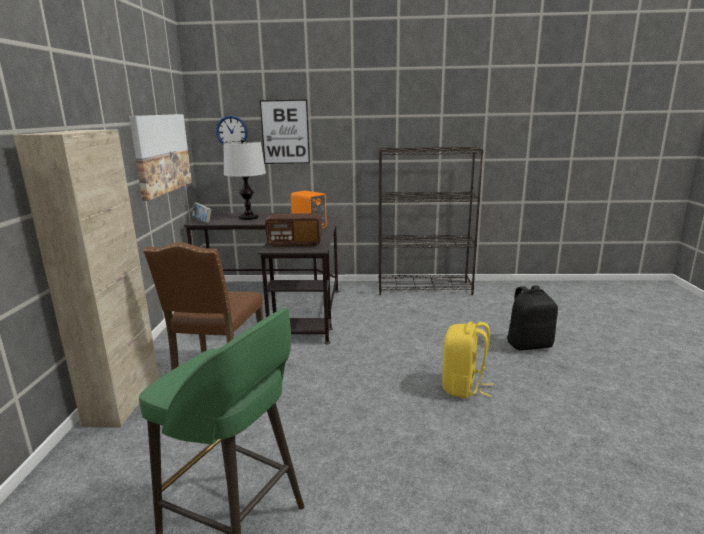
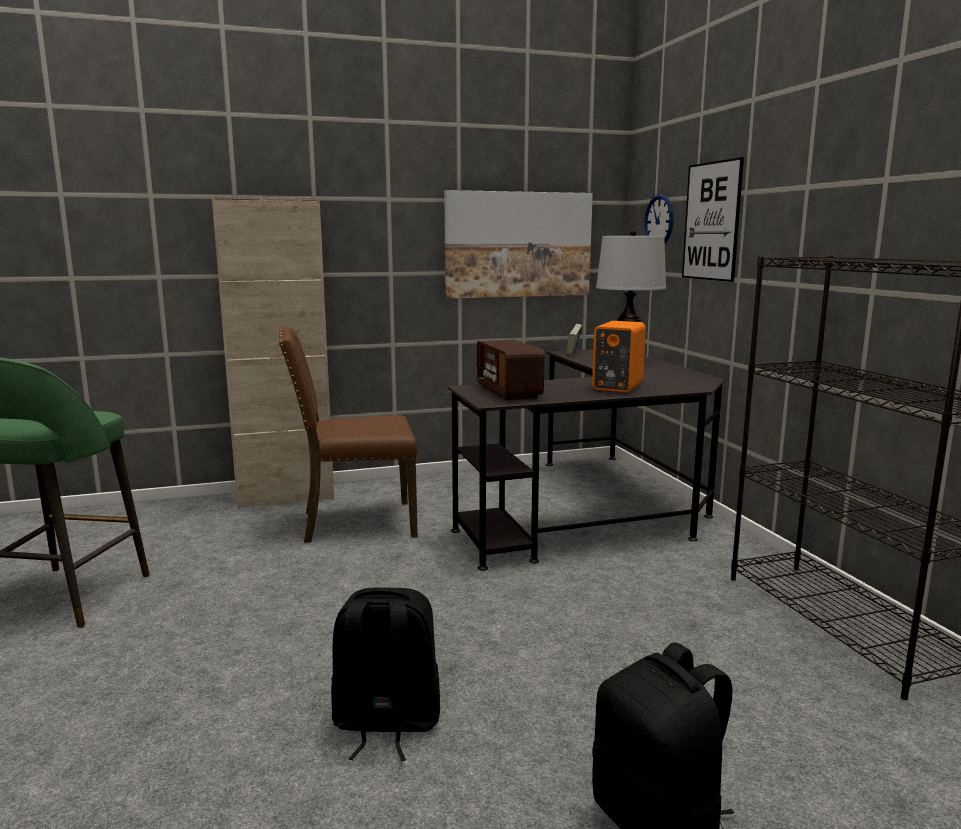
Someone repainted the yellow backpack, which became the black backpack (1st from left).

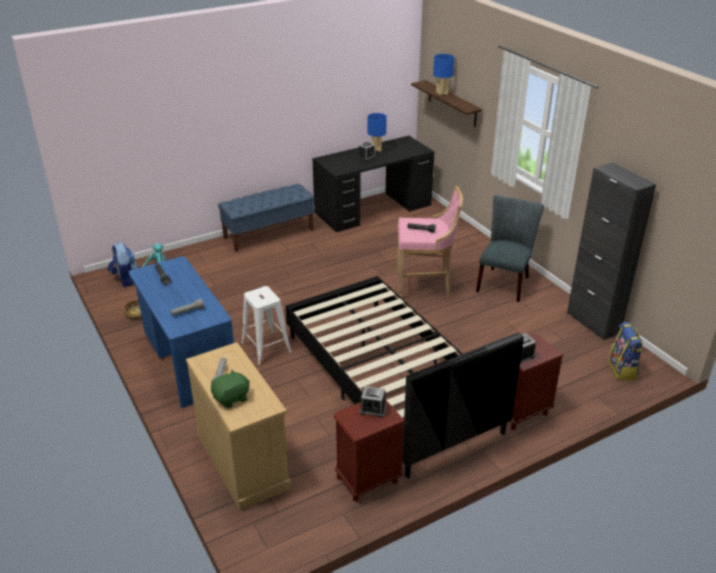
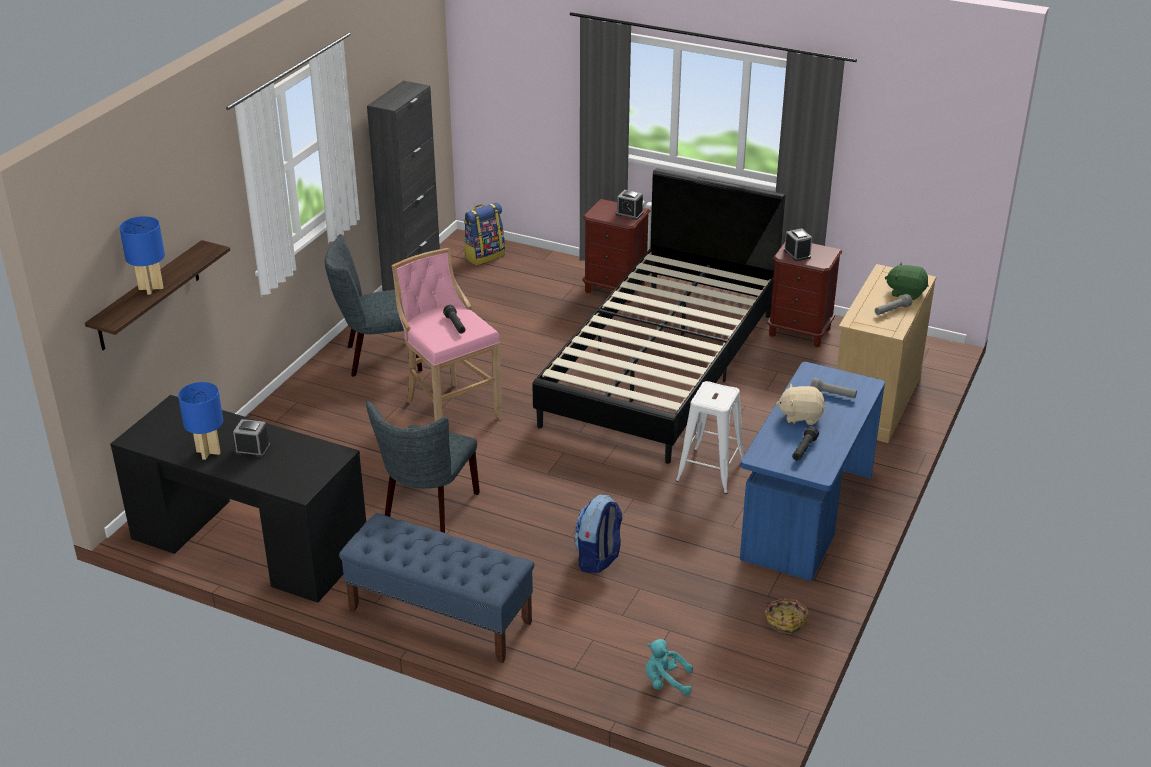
Someone put down the grey chair (2nd from left). Someone carried the backpack (1st from left in the first image). Someone put down the beige plush toy.

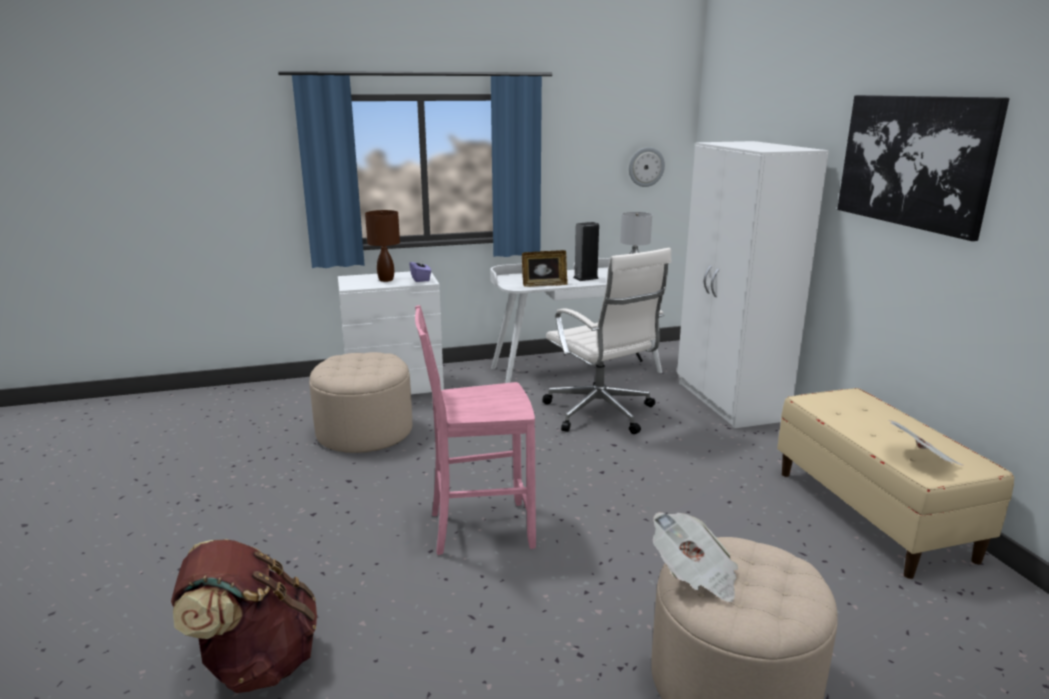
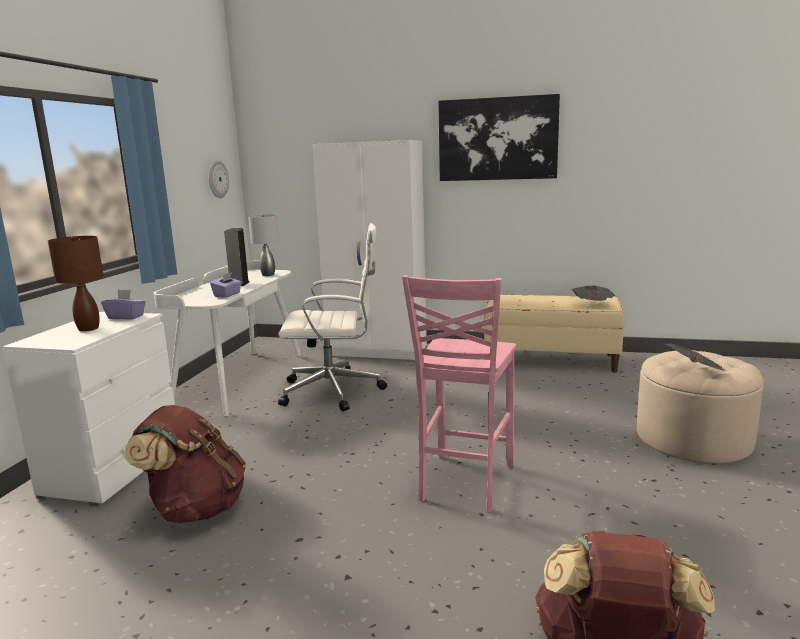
Someone swapped the beige ottoman (1st from left) for the brown backpack (1st from left). Someone swapped the picture frame for the purple tissue box (2nd from left).

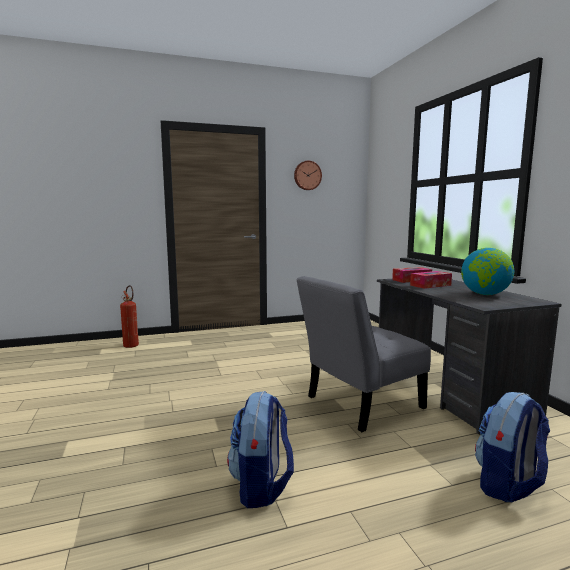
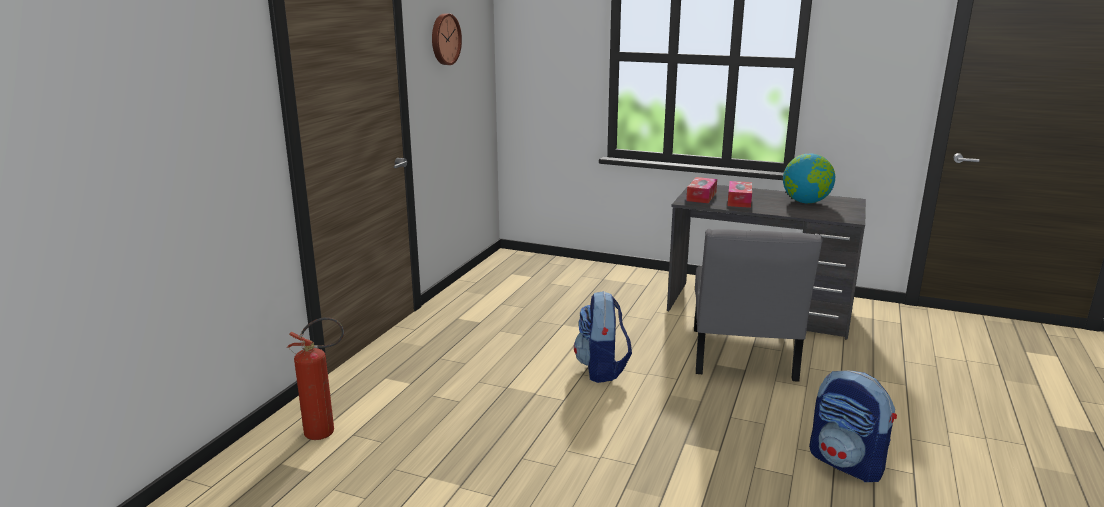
Someone carried the backpack (2nd from left in the first image).

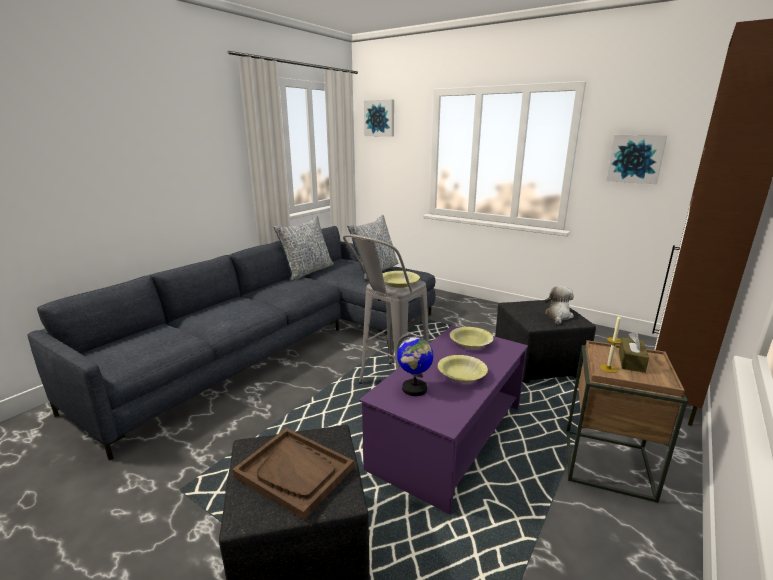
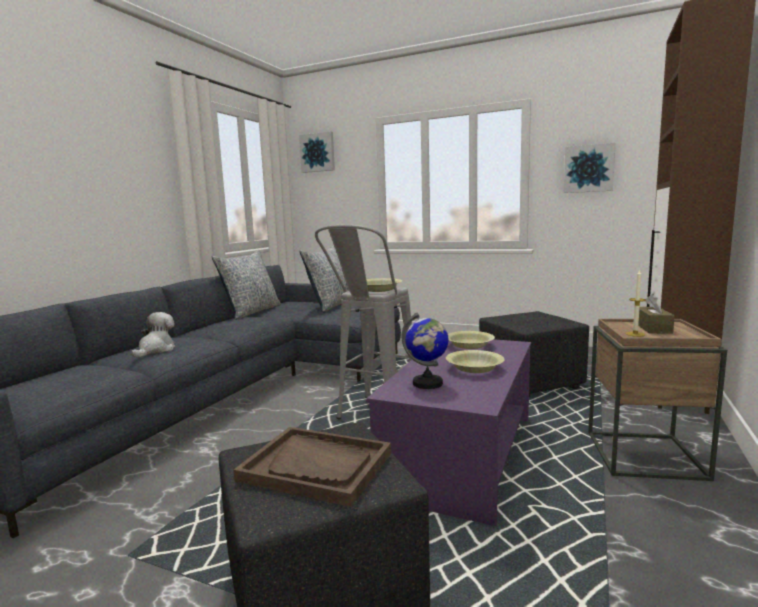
Someone carried the plush toy.

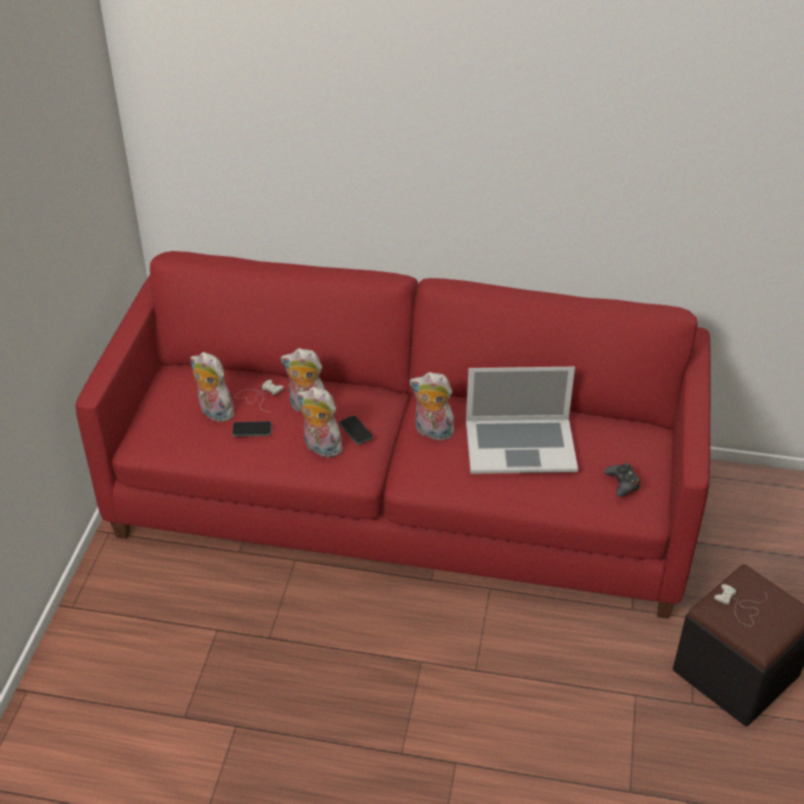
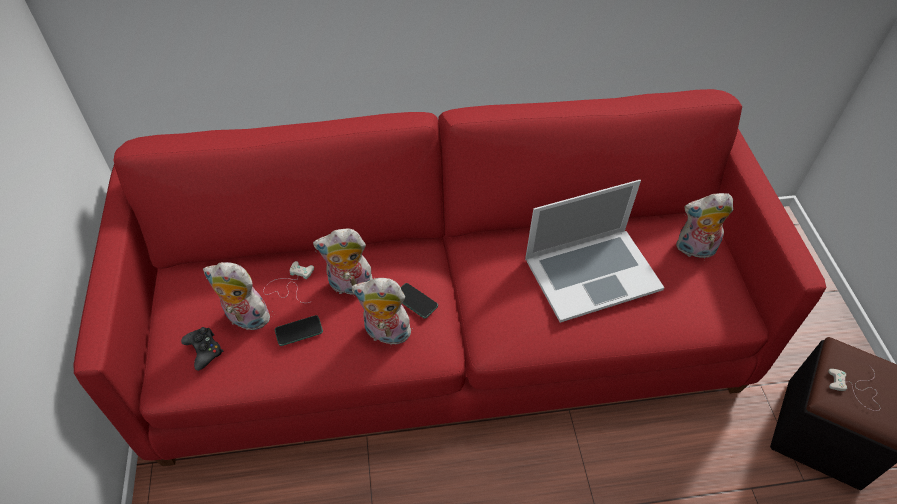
Someone carried the black game controller. Someone carried the plush toy (4th from left).

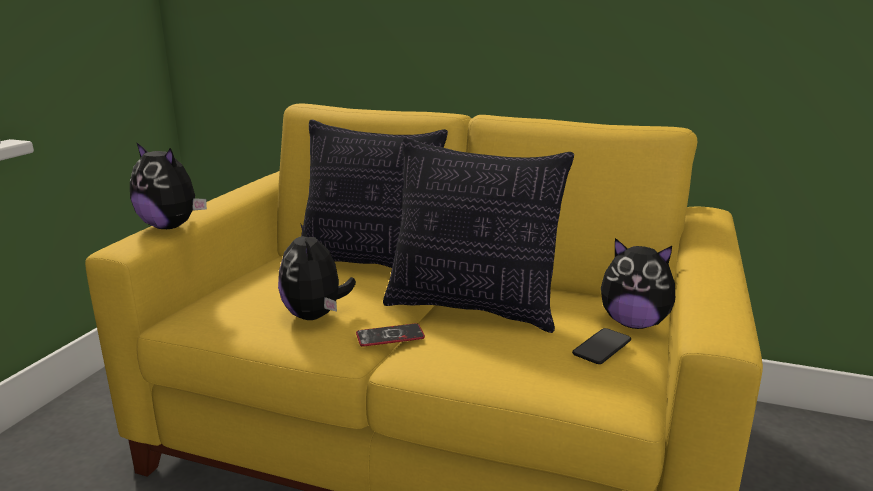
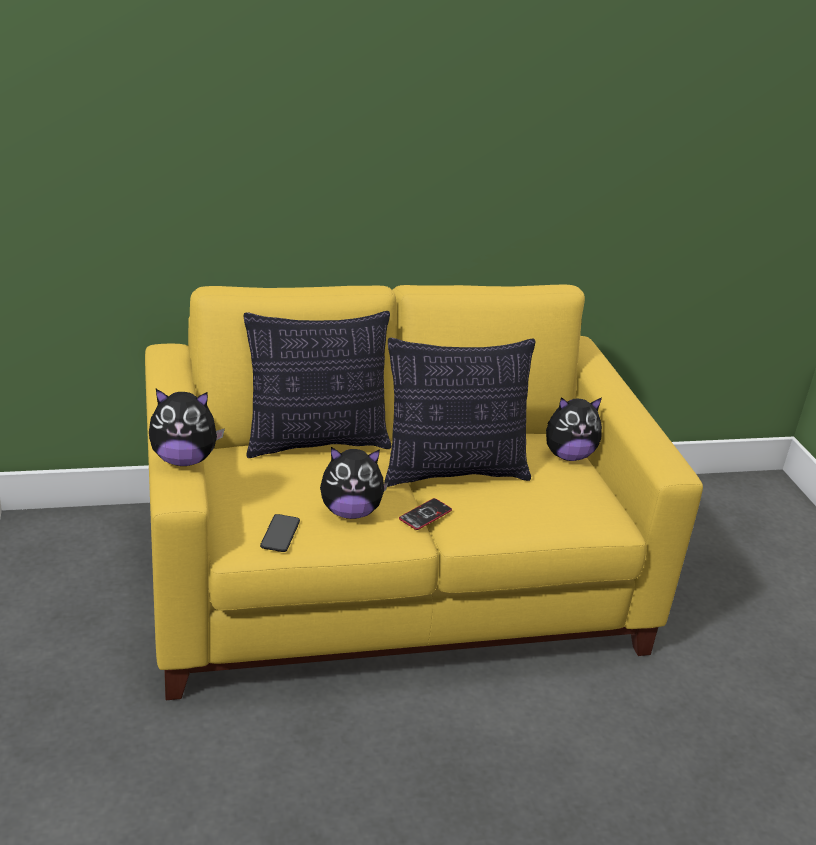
Someone carried the phone (2nd from left in the first image). Someone rotated the plush toy (2nd from left) by 45 degrees counterclockwise.

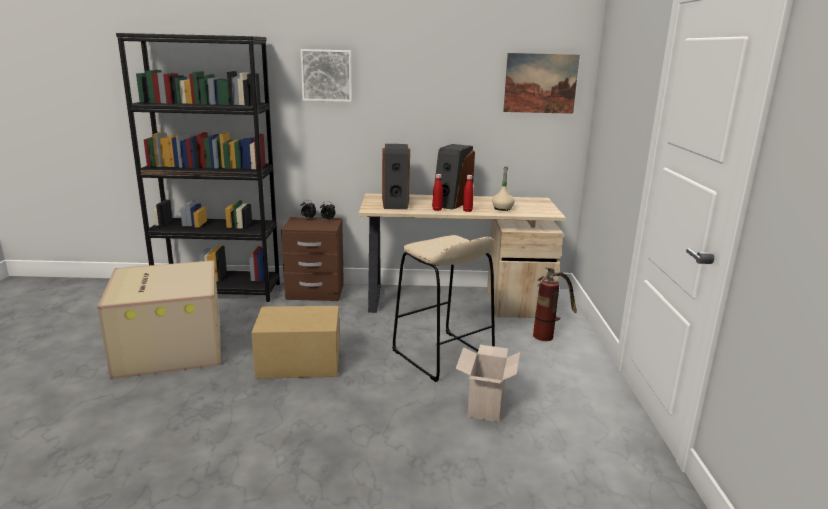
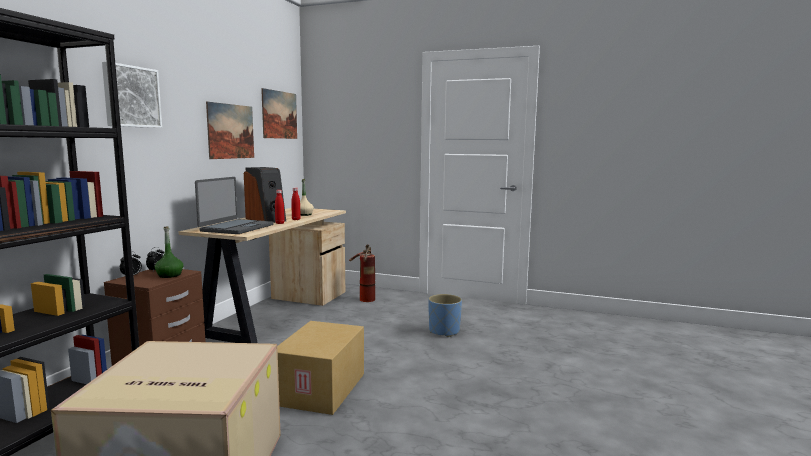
Someone put down the green bottle. Someone swapped the speaker (1st from left) for the laptop. Someone put up the picture (2nd from left). Someone swapped the cardboard box (3rd from left) for the blue planter. Someone took away the beige stool.

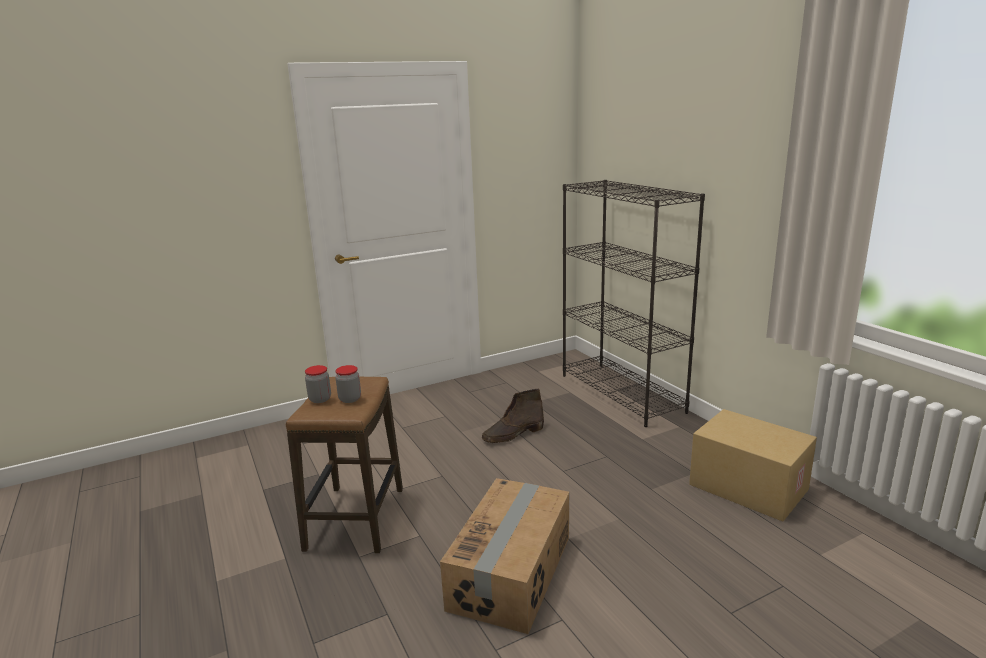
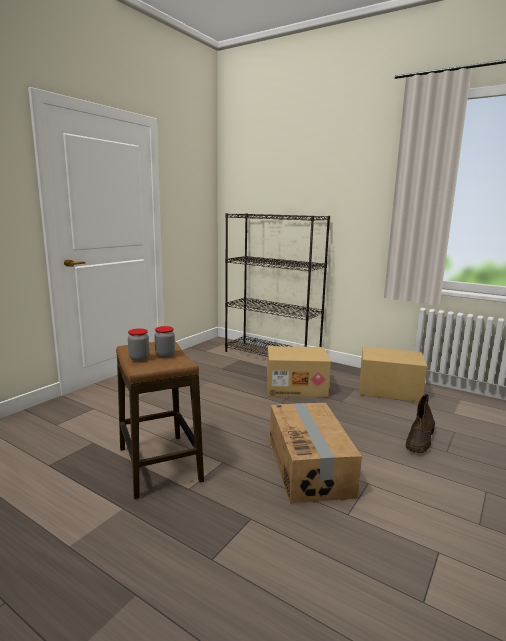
Someone put down the cardboard box (1st from left). Someone carried the brown boot.

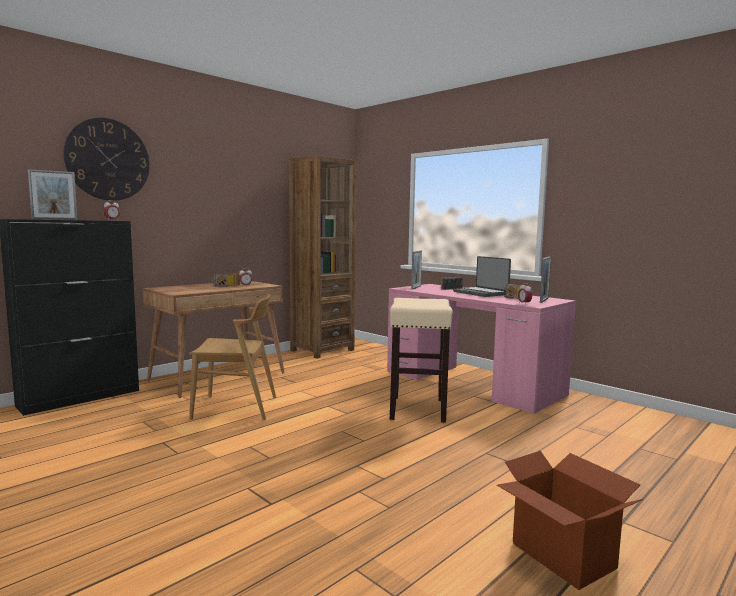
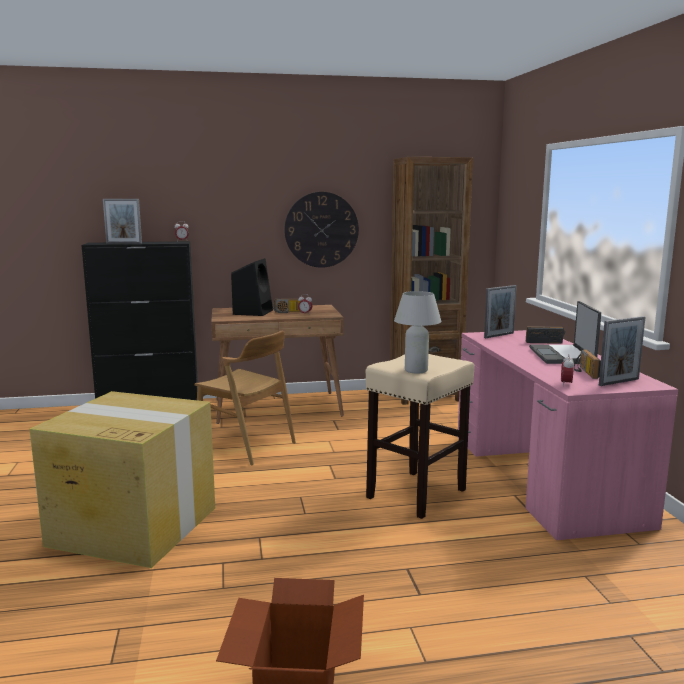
Someone put down the cardboard box (1st from left). Someone put down the black speaker. Someone carried the wall clock. Someone put down the white table lamp.

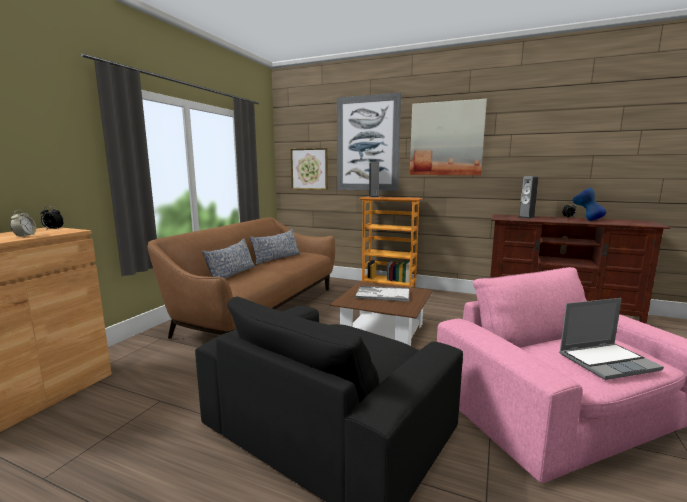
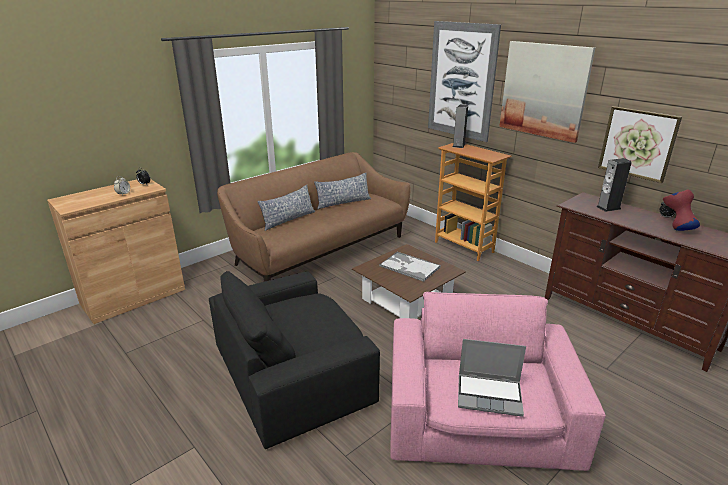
Someone carried the picture (1st from left in the first image). Someone repainted the blue vase, which became the red vase.

